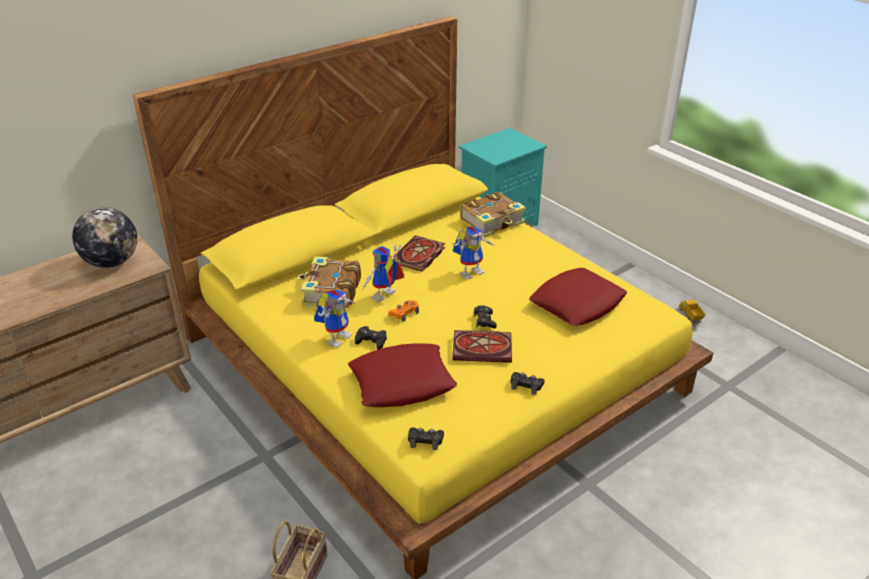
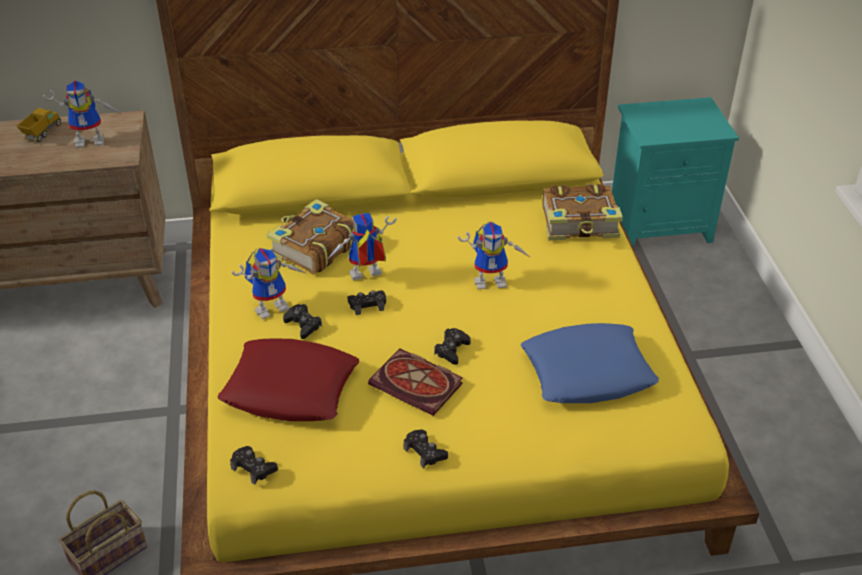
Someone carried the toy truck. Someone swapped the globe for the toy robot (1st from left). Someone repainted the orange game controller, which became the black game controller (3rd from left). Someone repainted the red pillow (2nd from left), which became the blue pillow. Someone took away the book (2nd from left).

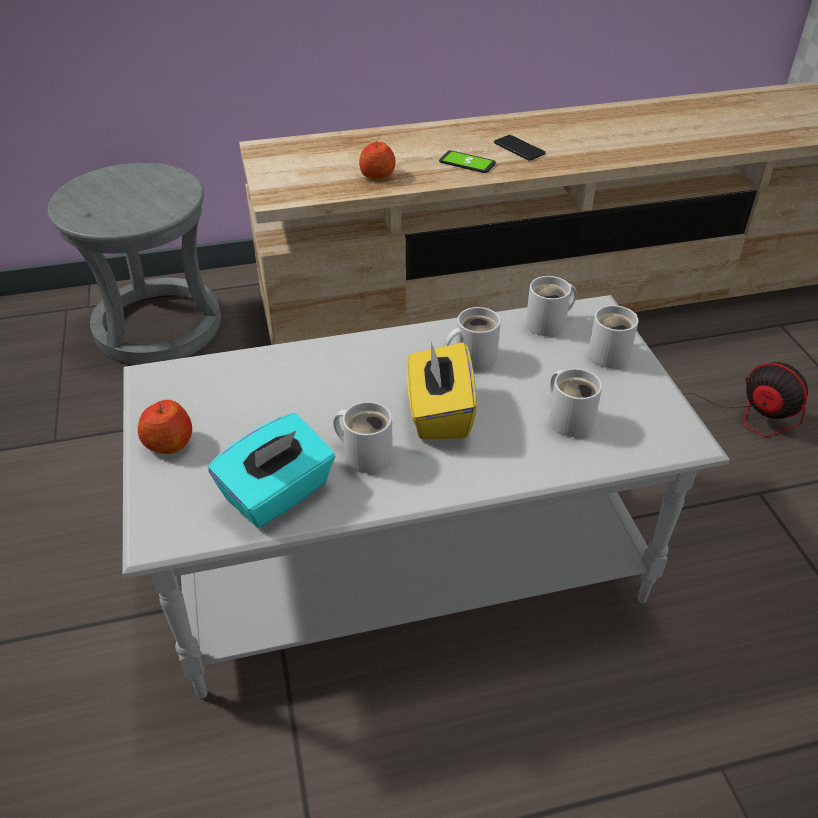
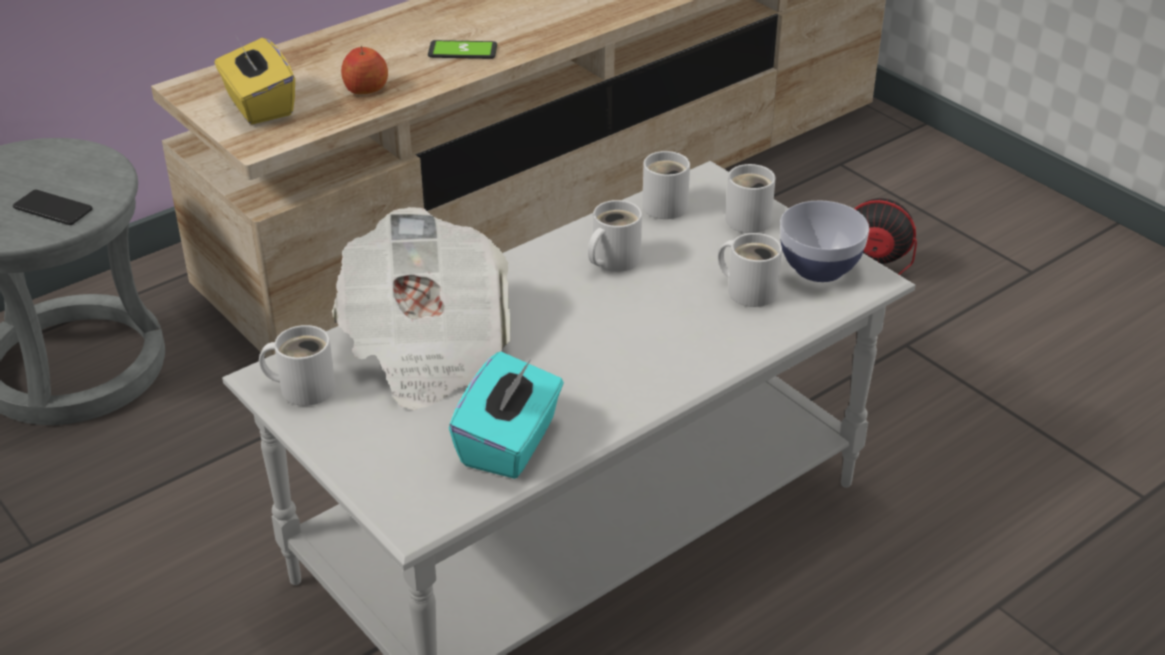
Someone carried the phone (2nd from left in the first image). Someone carried the yellow tissue box. Someone carried the white mug (1st from left). Someone put down the newspaper. Someone put down the bowl. Someone took away the apple (1st from left).

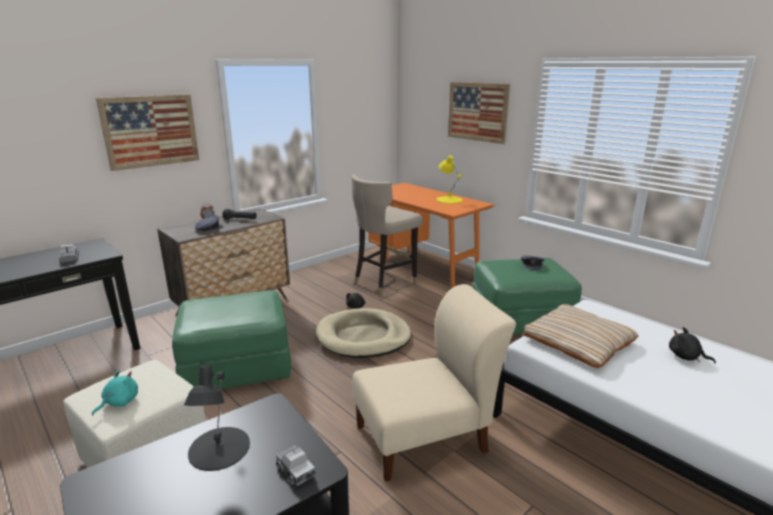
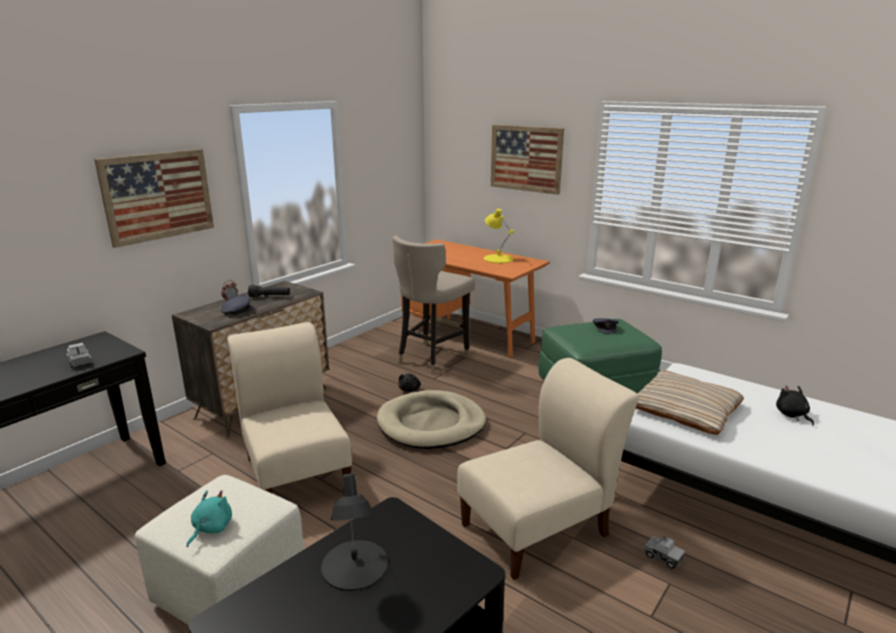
Someone swapped the green ottoman (1st from left) for the beige chair (1st from left). Someone carried the toy truck (2nd from left). Someone rotated the black plush toy (2nd from left) by 45 degrees clockwise.

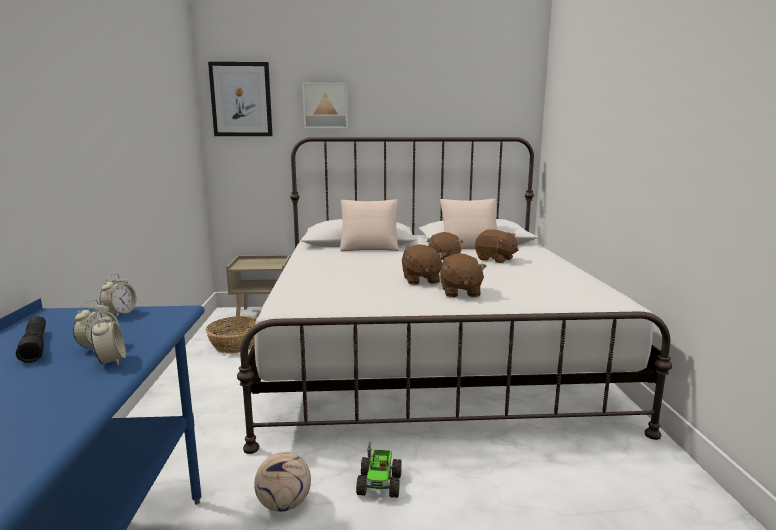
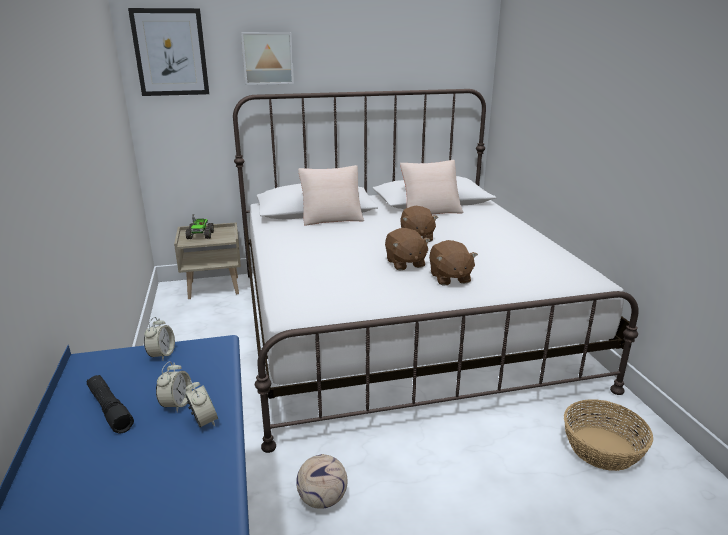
Someone carried the toy truck. Someone carried the basket. Someone took away the brown plush toy (4th from left).

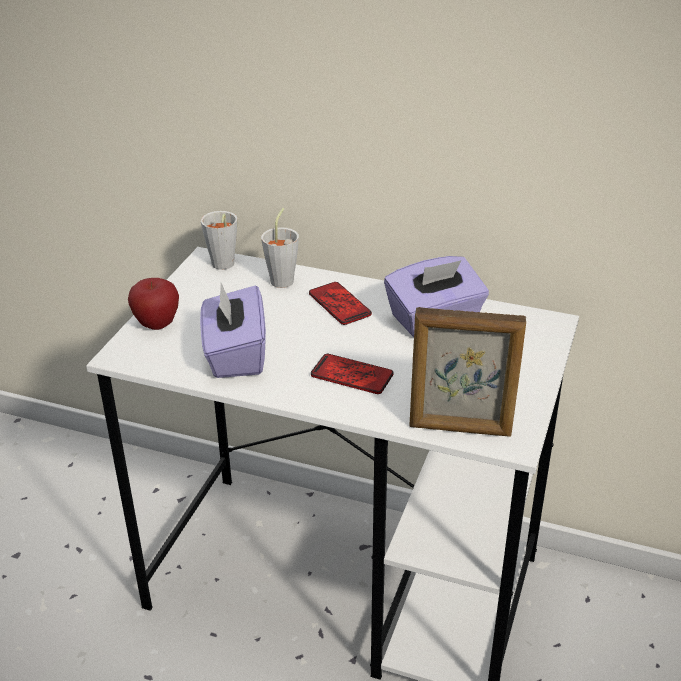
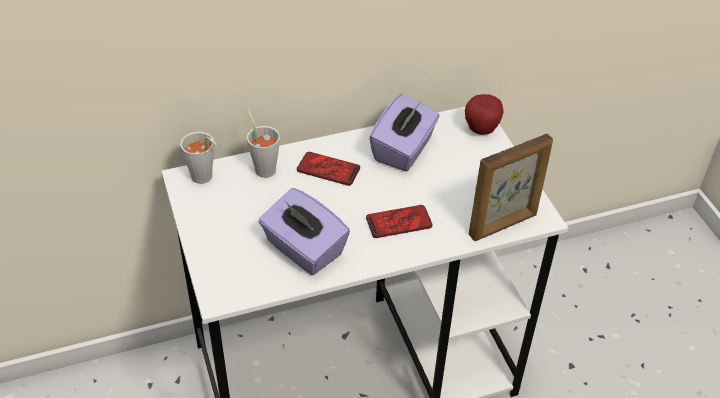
Someone carried the apple.

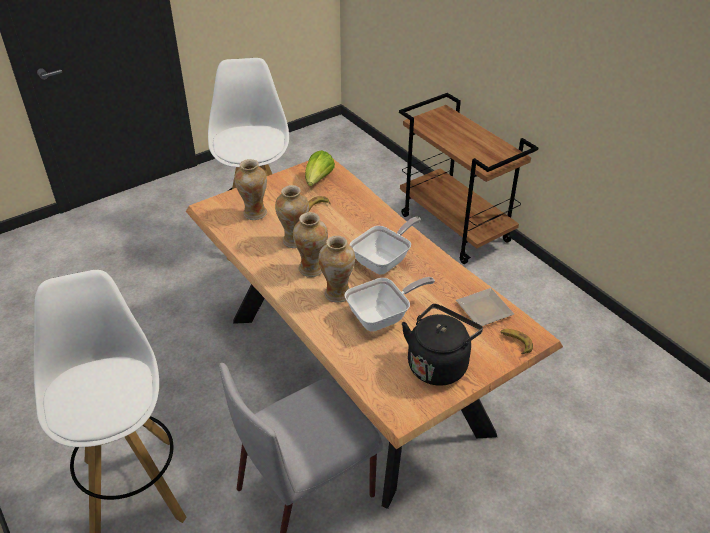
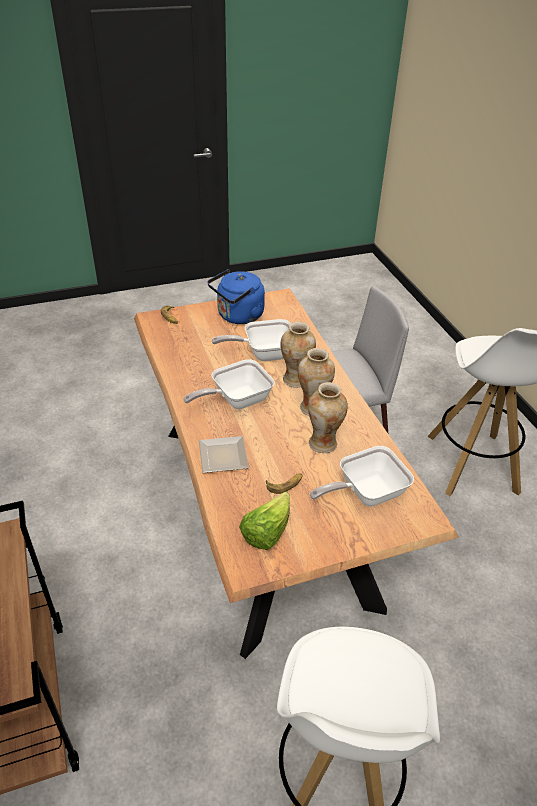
Someone carried the plate. Someone repainted the black kettle, which became the blue kettle. Someone swapped the vase (1st from left) for the frying pan (3rd from left).

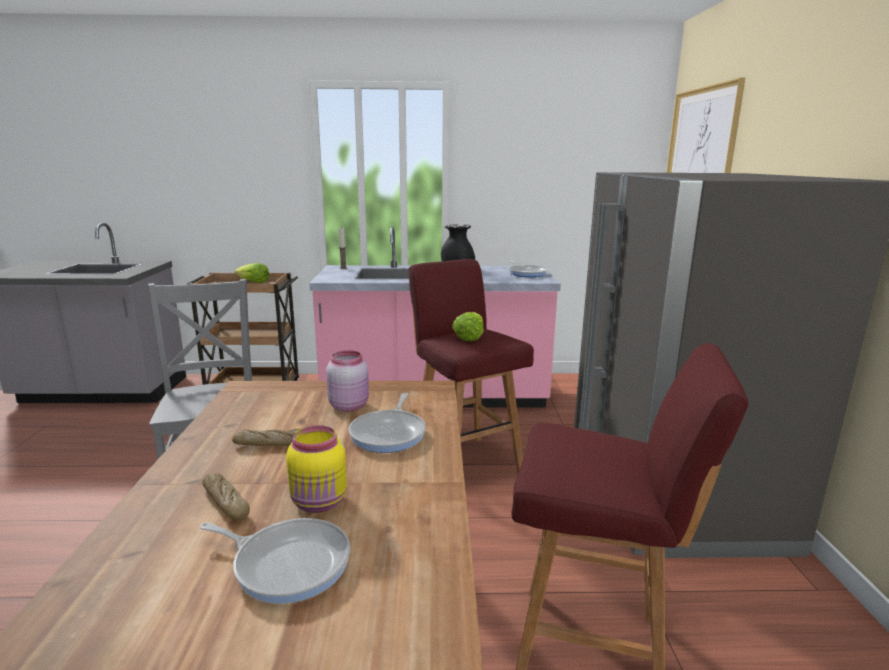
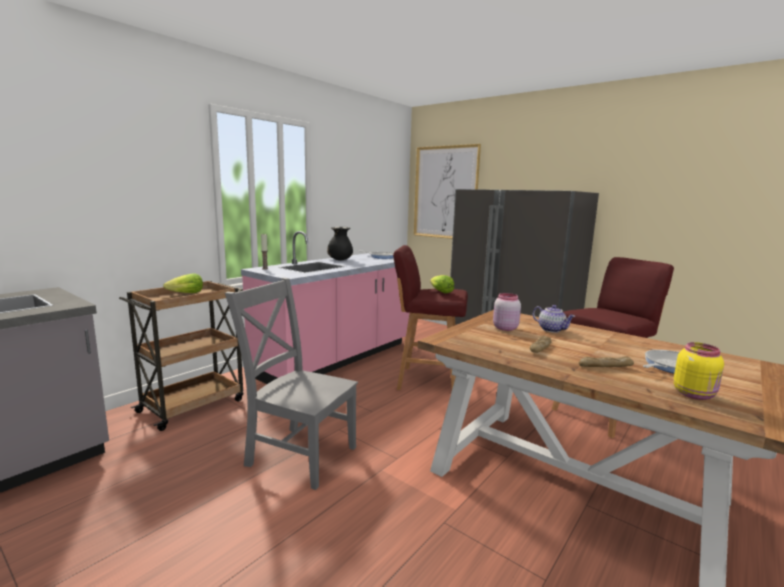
Someone swapped the frying pan (2nd from left) for the teapot. Someone carried the yellow jar.

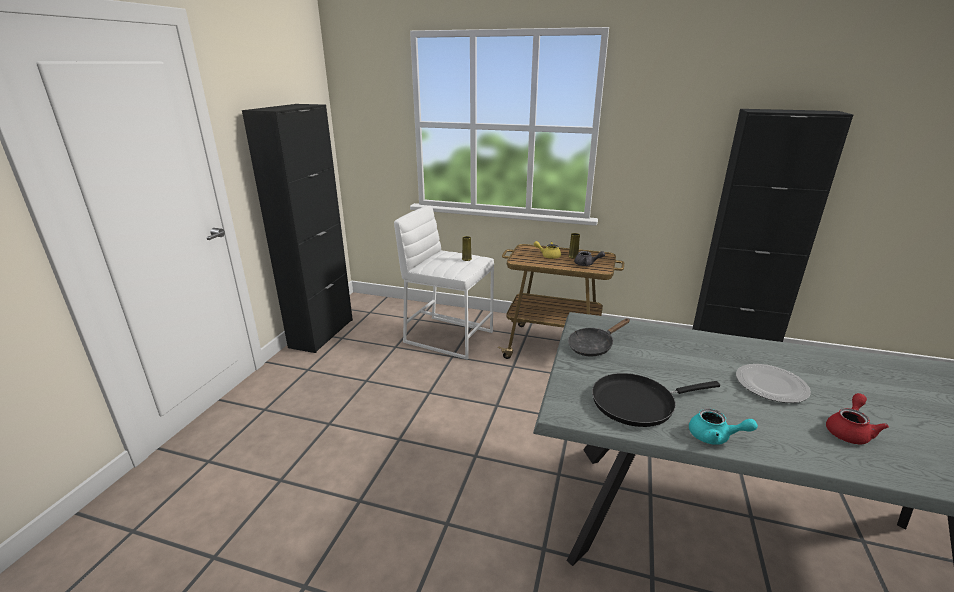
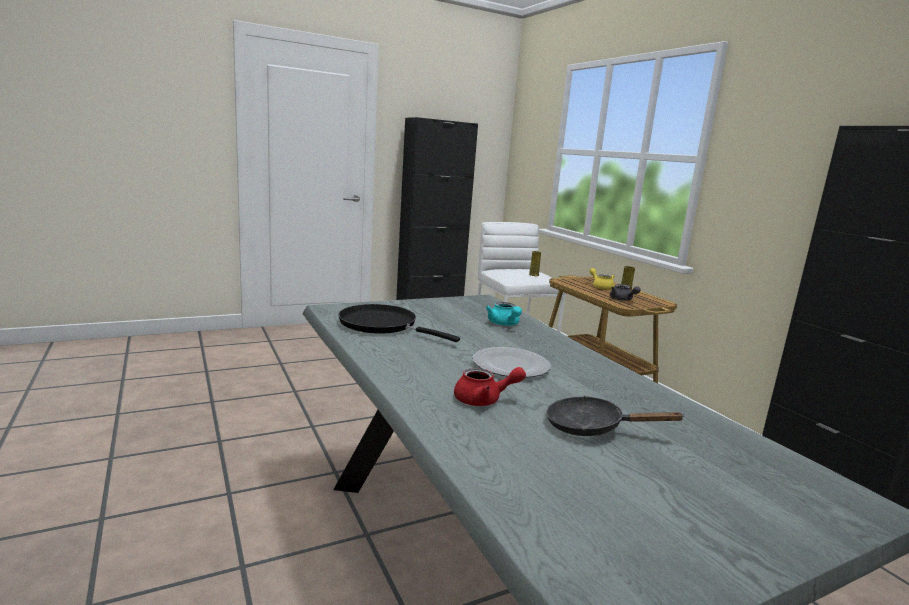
Someone carried the turquoise teapot. Someone carried the black frying pan (1st from left in the first image).

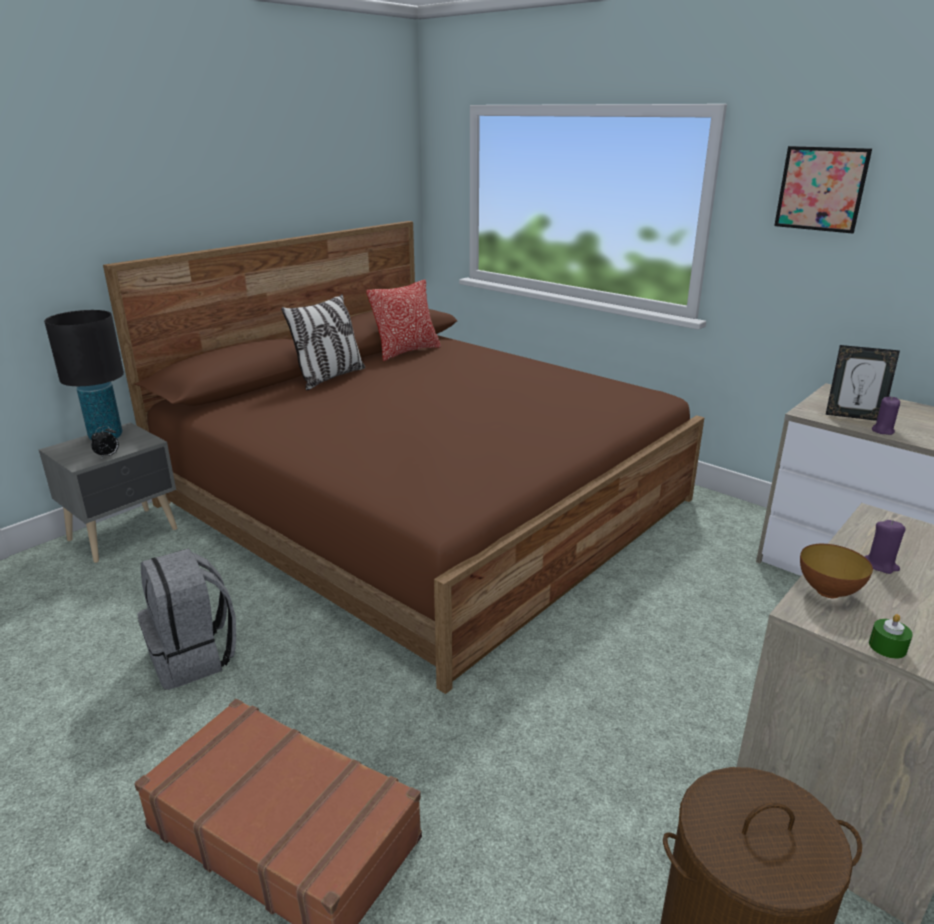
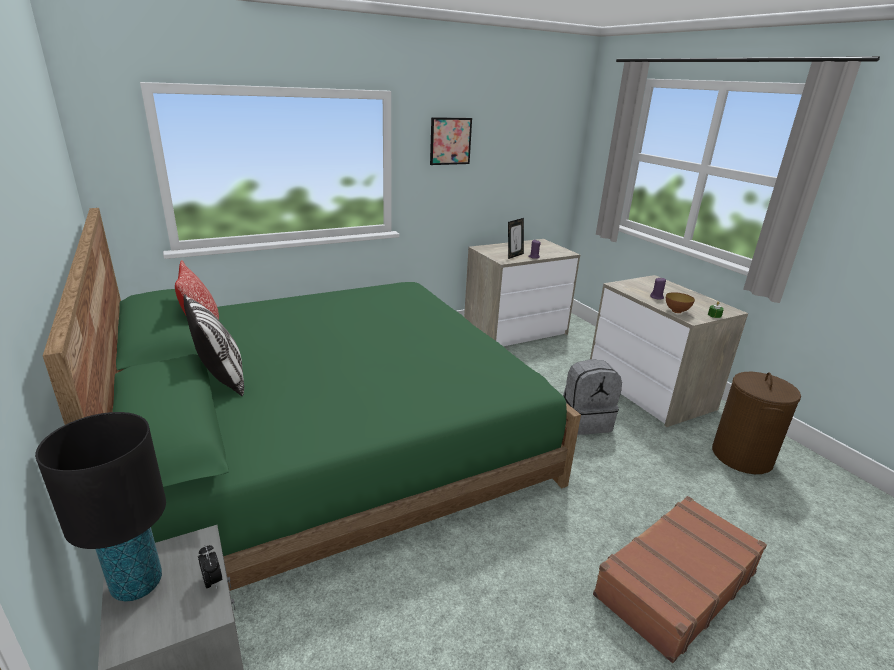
Someone repainted the brown bed, which became the green bed. Someone carried the grey backpack.

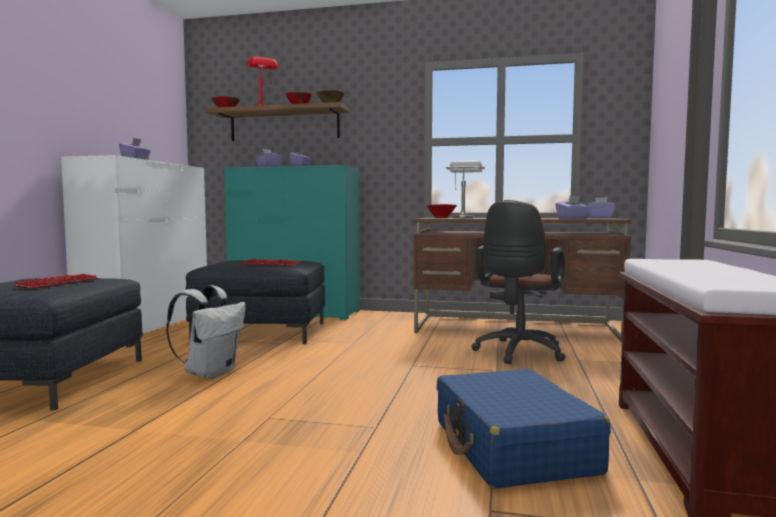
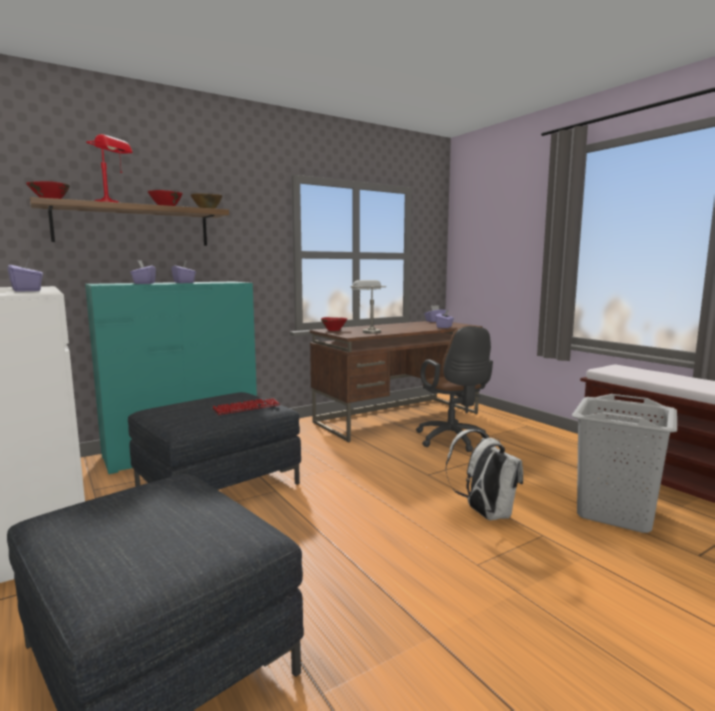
Someone carried the white backpack. Someone swapped the blue suitcase for the grey laundry basket. Someone took away the keyboard (1st from left).

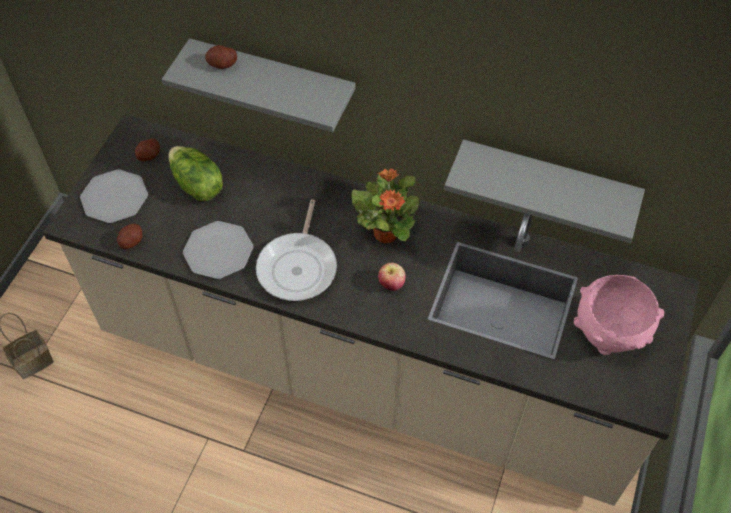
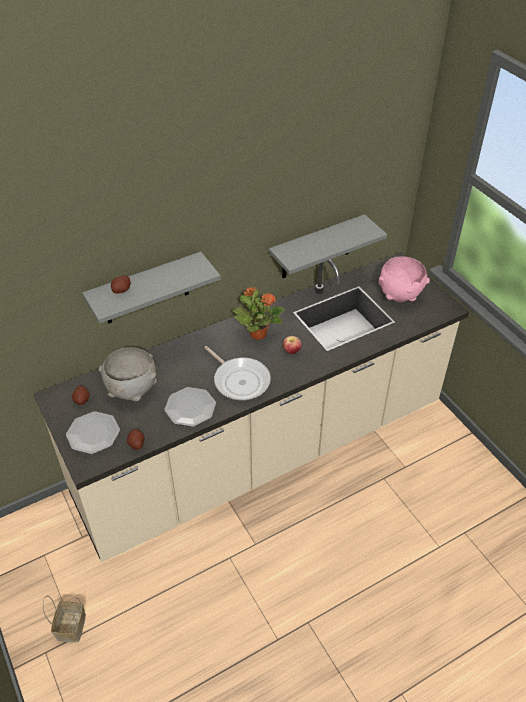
Someone swapped the lettuce for the grey bowl.

